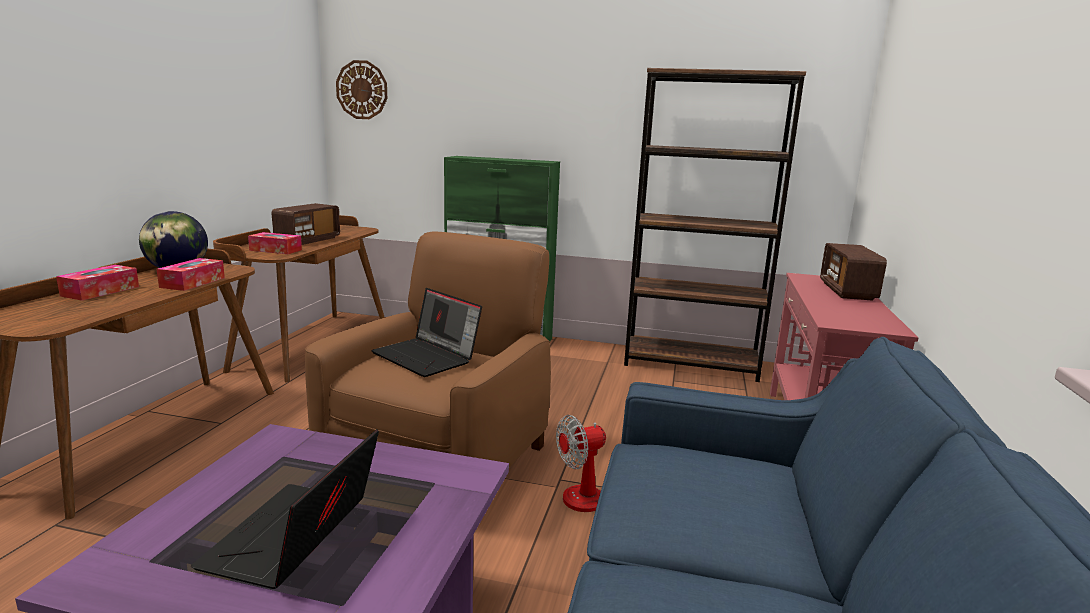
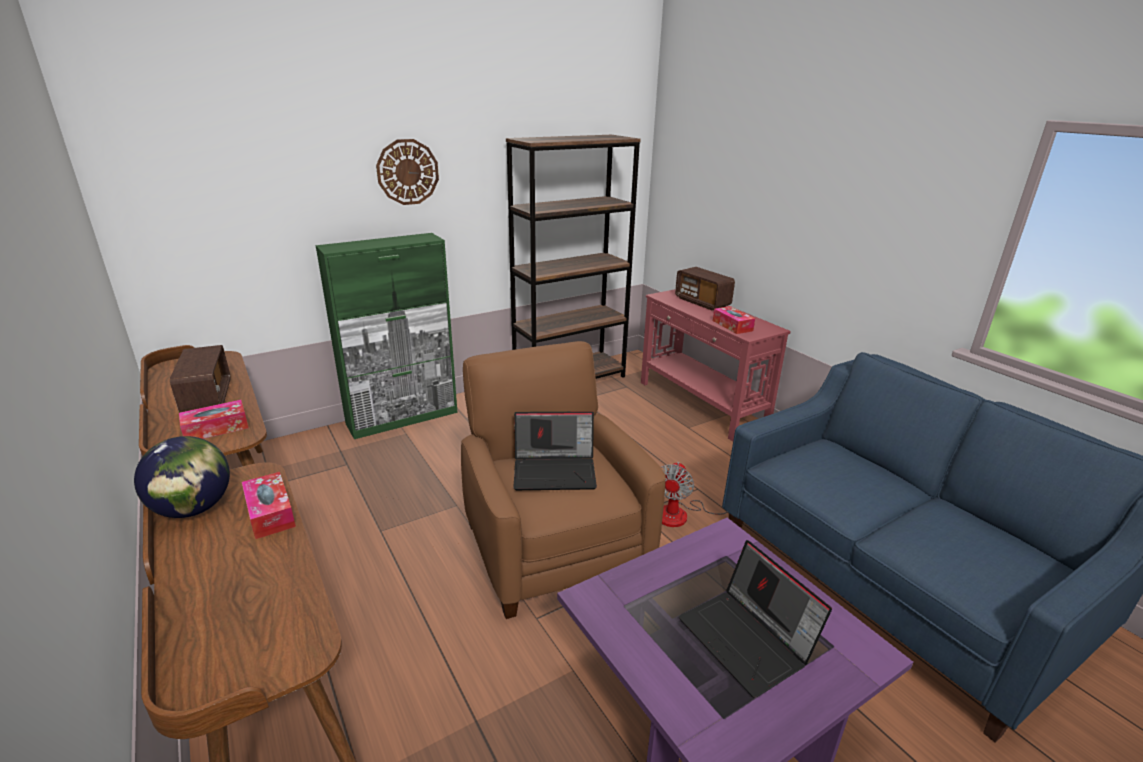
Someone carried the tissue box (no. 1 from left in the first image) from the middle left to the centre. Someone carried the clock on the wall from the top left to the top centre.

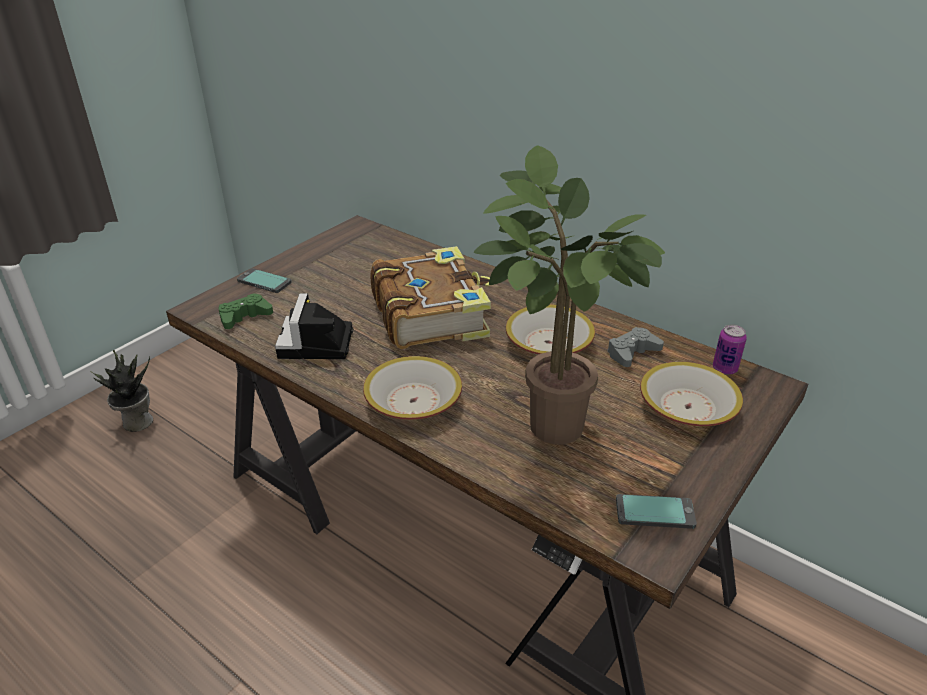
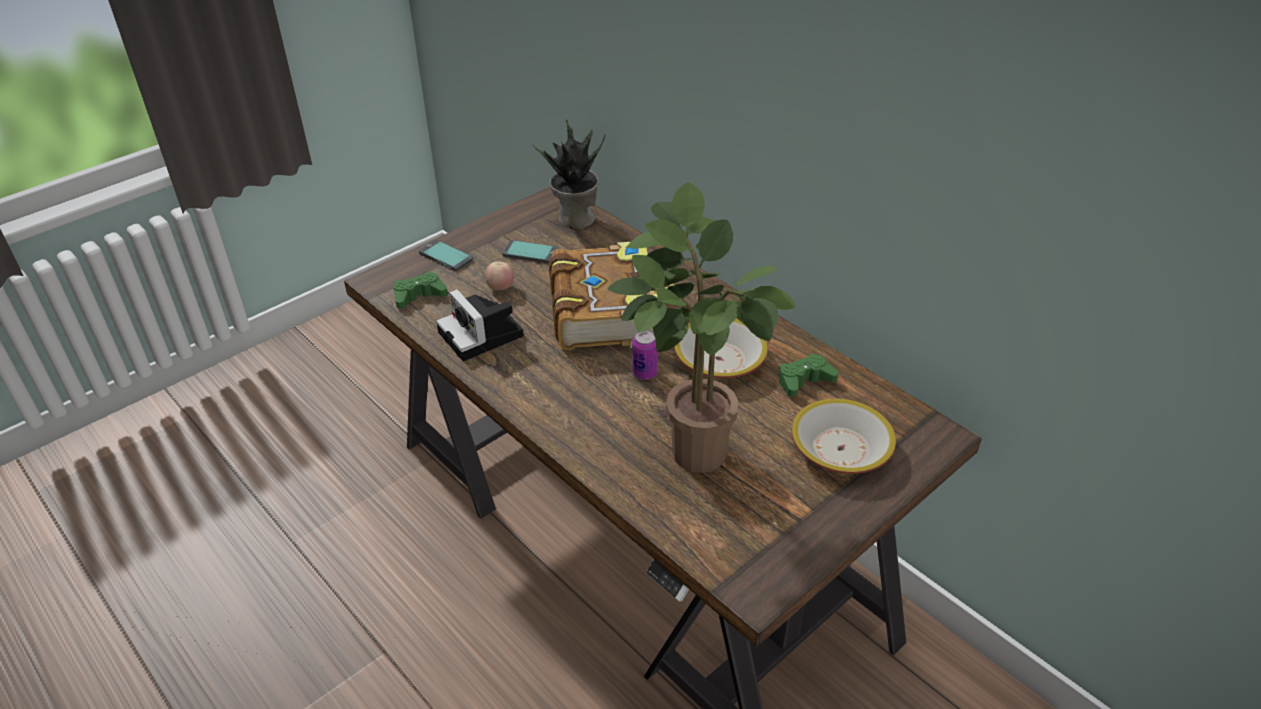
Someone took away the bowl (no. 1 from left) at the centre. Someone put down the apple at the centre. Someone carried the houseplant (no. 1 from left) from the middle left to the top centre. Someone carried the handset (no. 2 from left) from the bottom right to the centre. Someone carried the can from the middle right to the centre. Someone repainted the gray game controller at the middle right, which became the greenish game controller (no. 2 from left) at the centre. Someone rotated the still camera at the centre by 45 degrees counterclockwise.

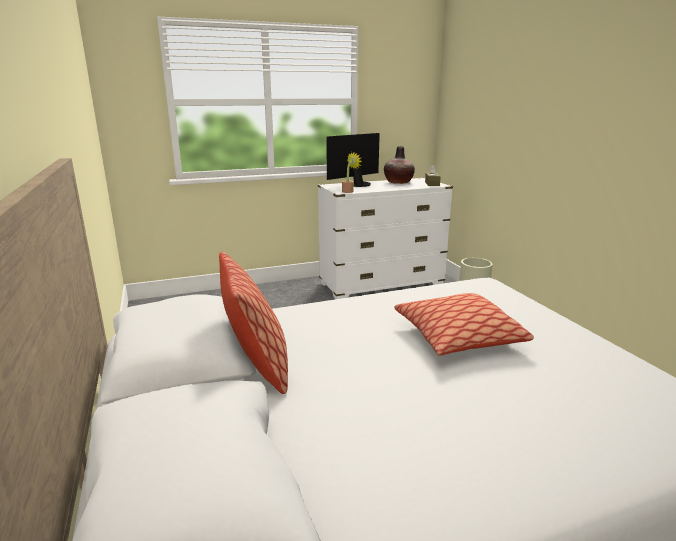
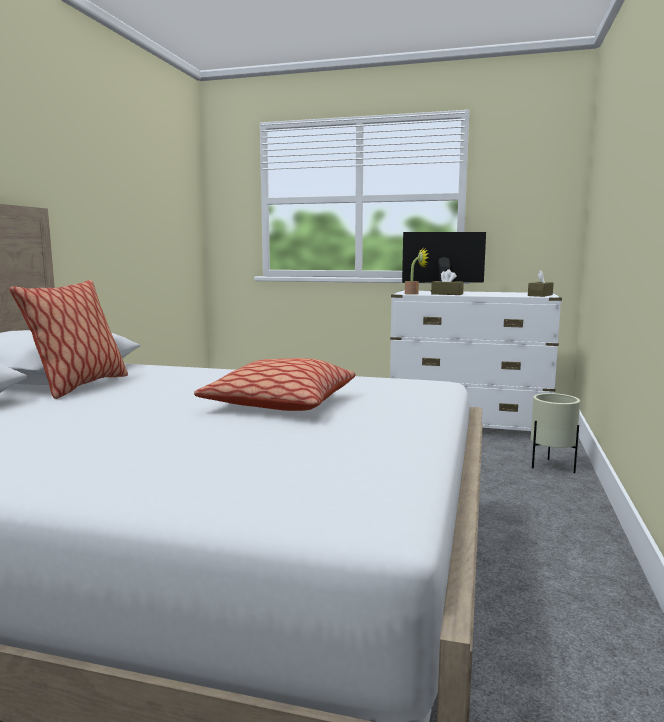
Someone took away the flower vase at the top centre. Someone put down the brown tissue box (no. 1 from left) at the middle right.

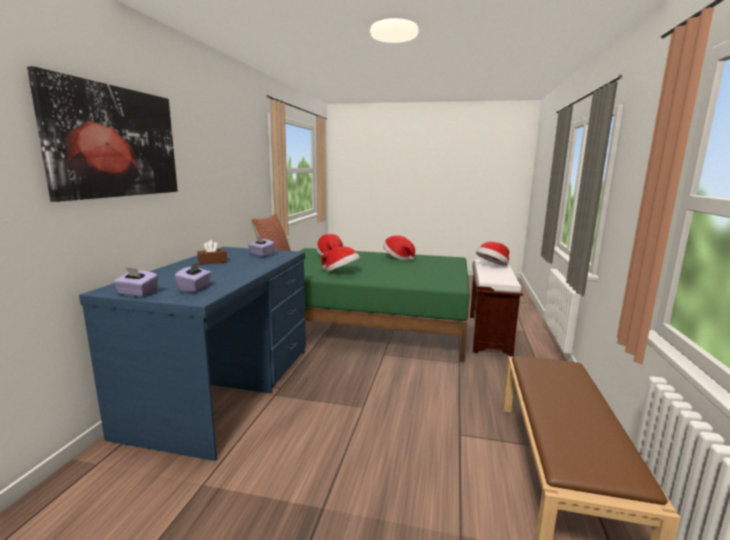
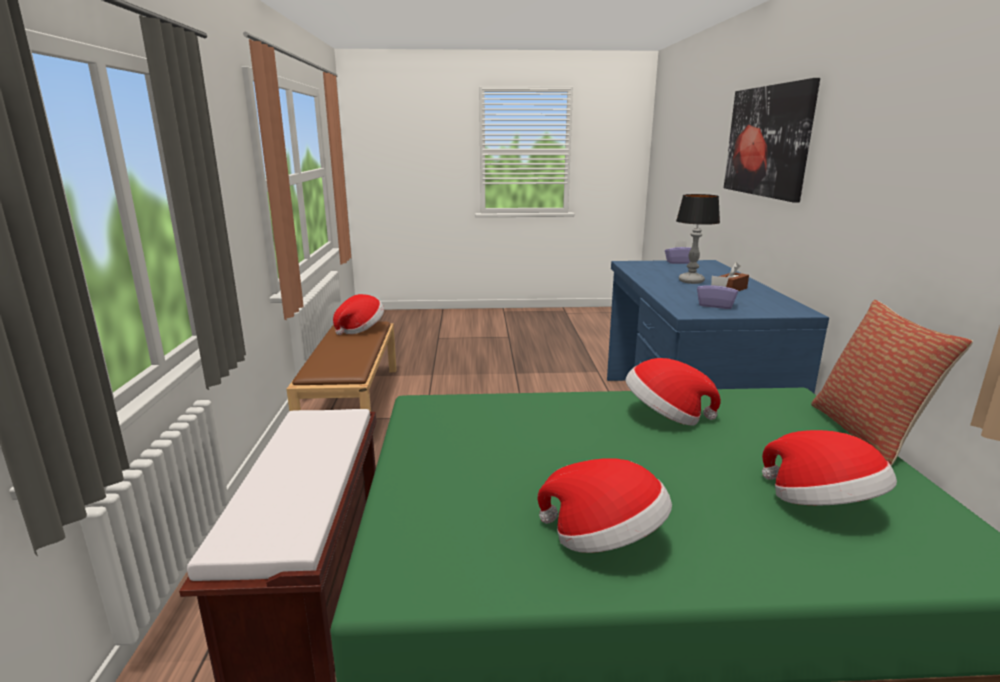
Someone took away the purple tissue box (no. 2 from left) at the middle left. Someone put down the lamp for a table at the middle right. Someone carried the wearable hat (no. 4 from left in the first image) from the middle right to the centre.

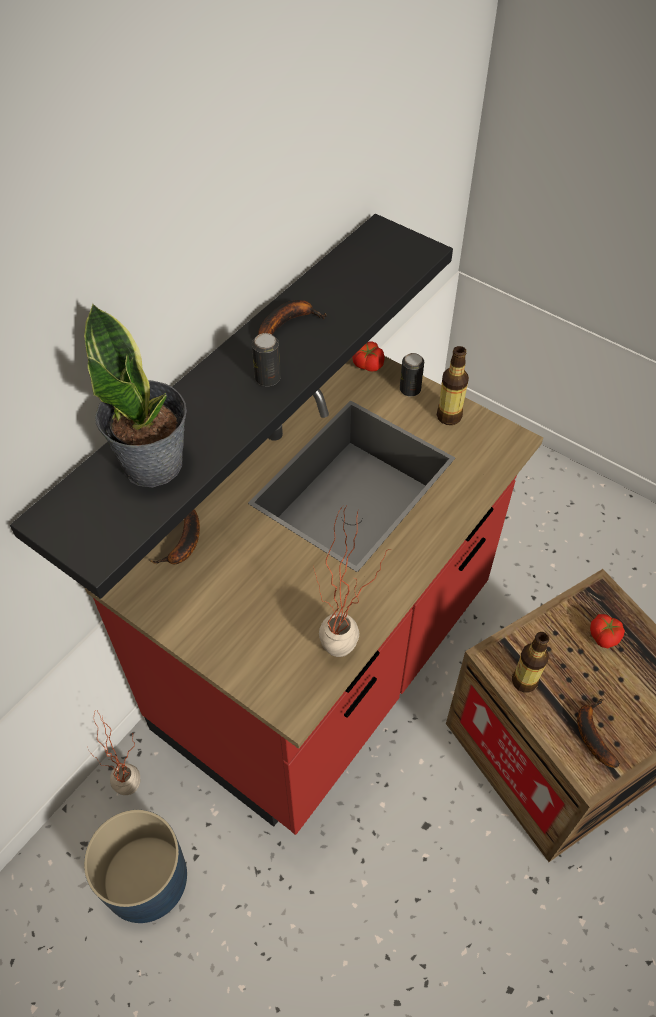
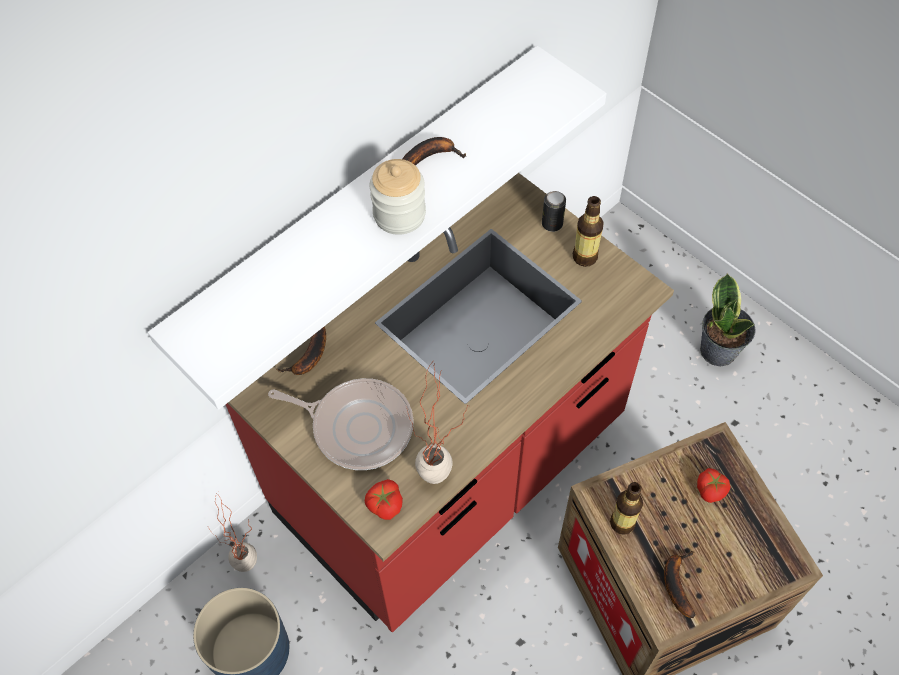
Someone put down the skillet at the centre. Someone carried the houseplant (no. 2 from left in the first image) from the middle left to the middle right. Someone carried the fresh tomato (no. 1 from left) from the centre to the bottom centre. Someone swapped the can (no. 1 from left) at the centre for the storage jar at the top centre. Someone repainted the black shelf at the centre, which became the whitish shelf at the centre.

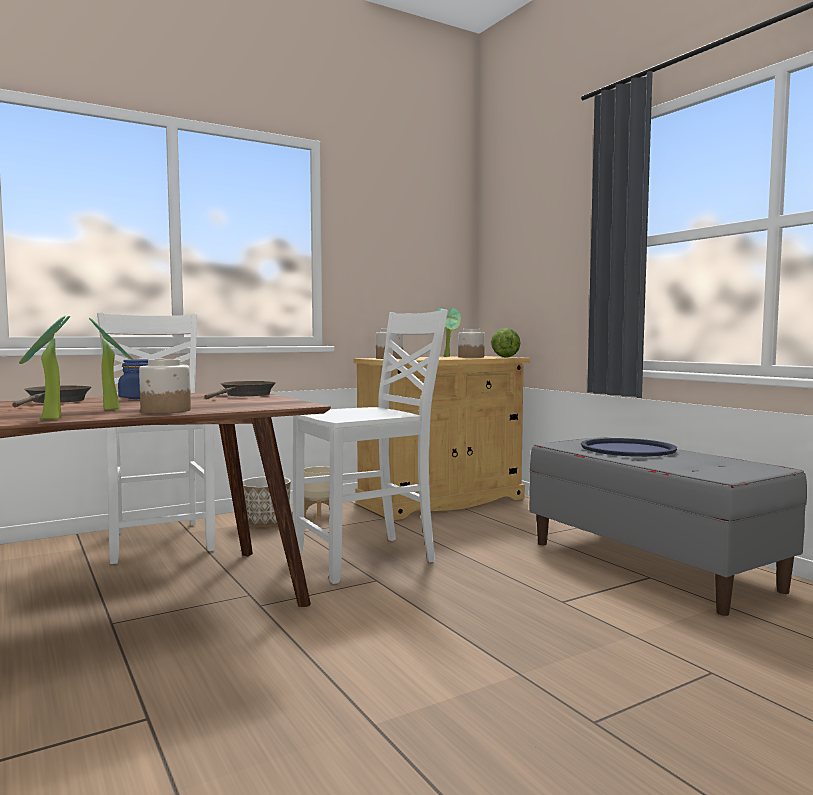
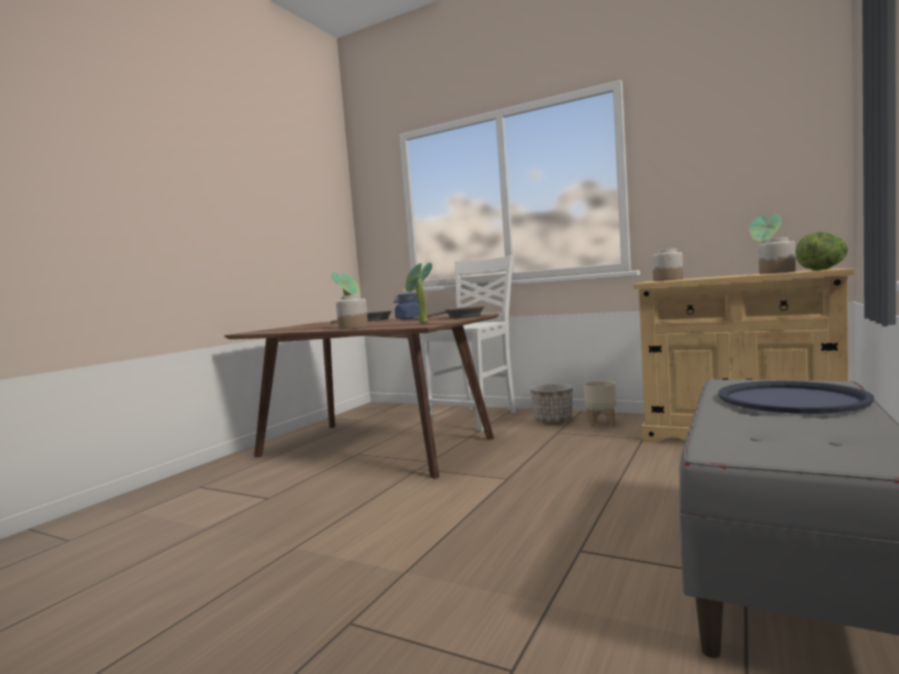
Someone took away the whitish plain chair (no. 2 from left) at the centre. Someone carried the houseplant (no. 1 from left in the first image) from the middle left to the centre.

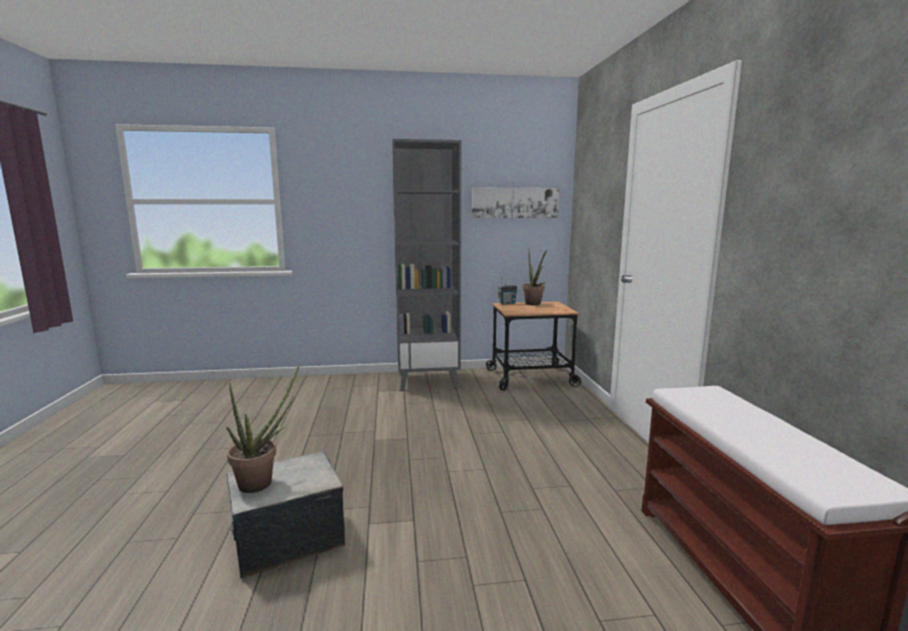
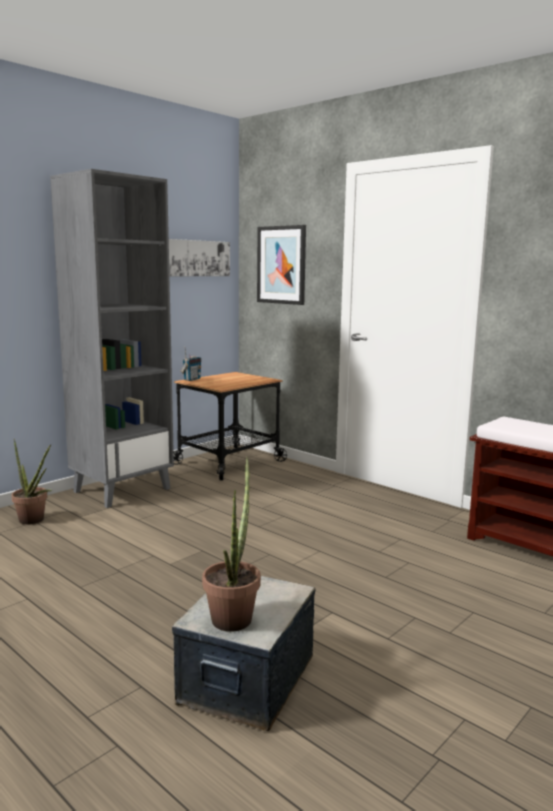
Someone put up the picture (no. 2 from left) at the top centre. Someone carried the houseplant (no. 2 from left in the first image) from the centre to the middle left.

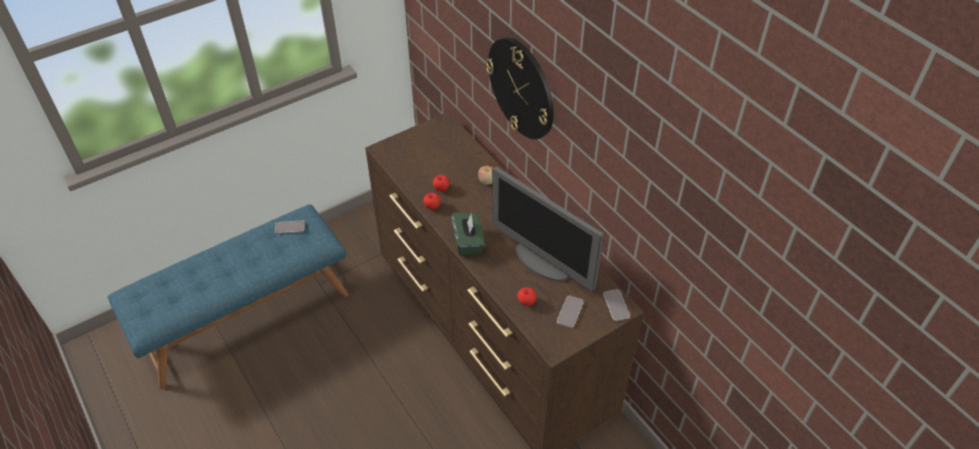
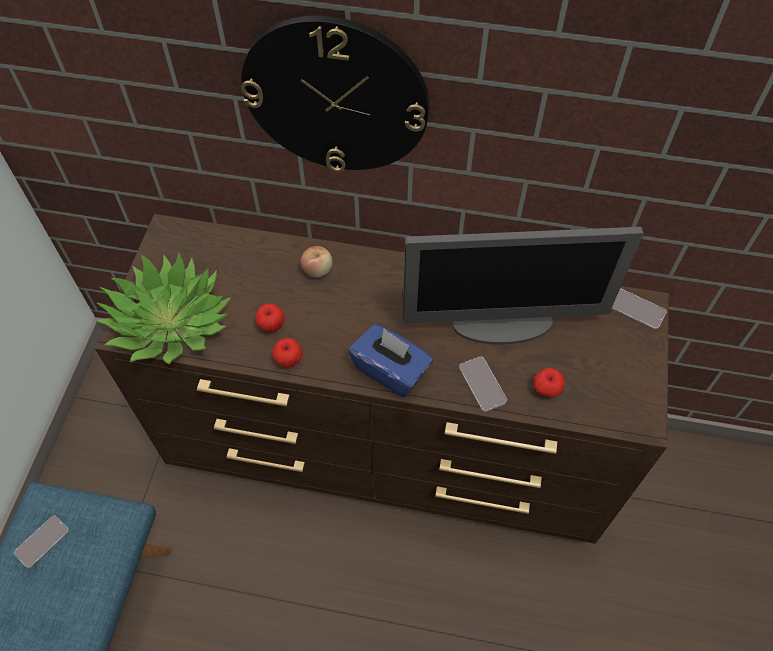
Someone put down the houseplant at the middle left. Someone carried the handset (no. 2 from left) from the bottom centre to the centre. Someone repainted the greenish tissue box at the centre, which became the blue tissue box at the centre.

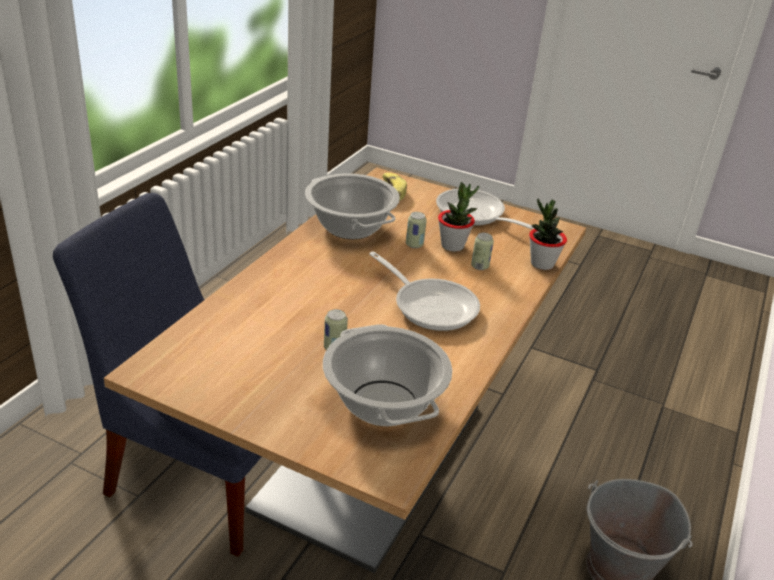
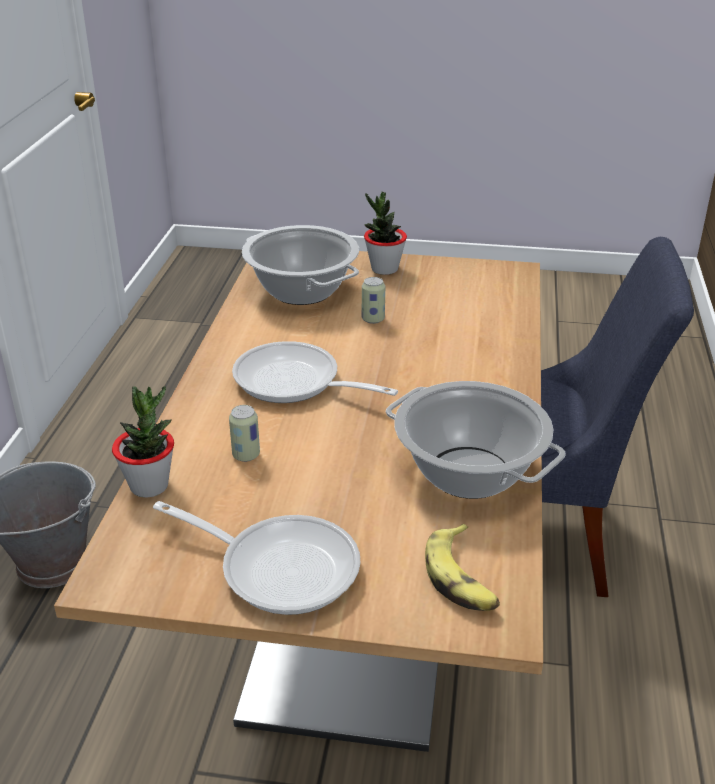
Someone took away the can (no. 2 from left) at the centre. Someone carried the houseplant (no. 1 from left in the first image) from the centre to the top centre.

